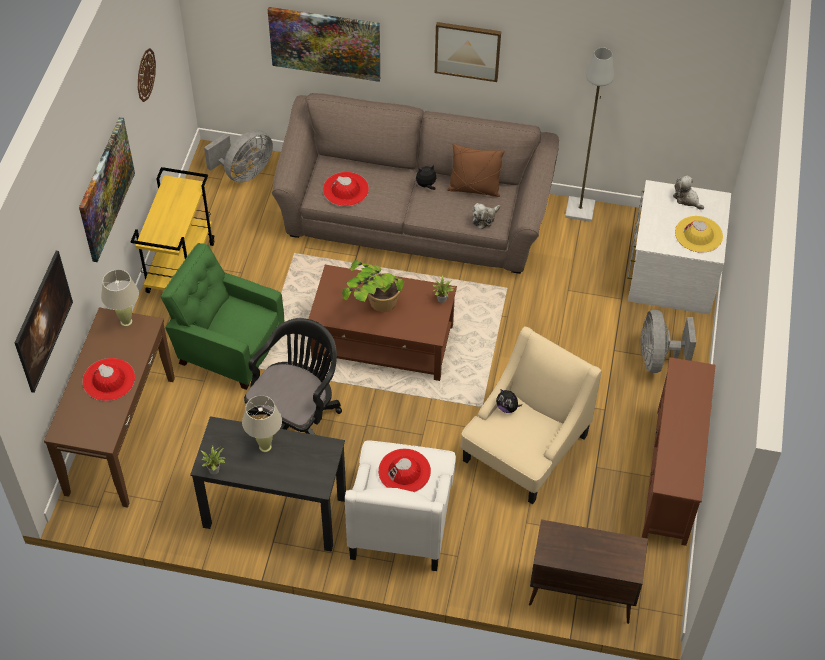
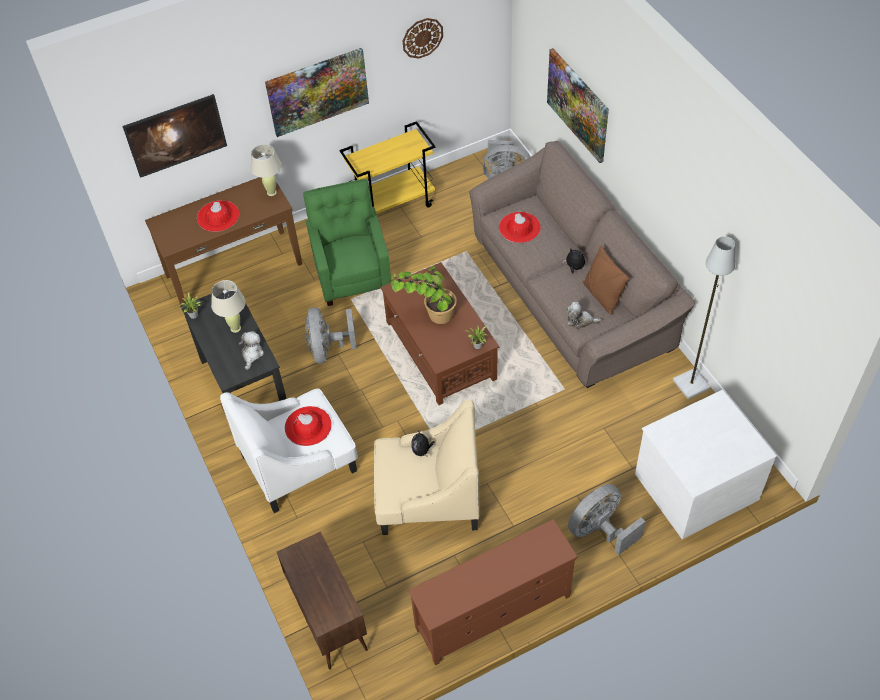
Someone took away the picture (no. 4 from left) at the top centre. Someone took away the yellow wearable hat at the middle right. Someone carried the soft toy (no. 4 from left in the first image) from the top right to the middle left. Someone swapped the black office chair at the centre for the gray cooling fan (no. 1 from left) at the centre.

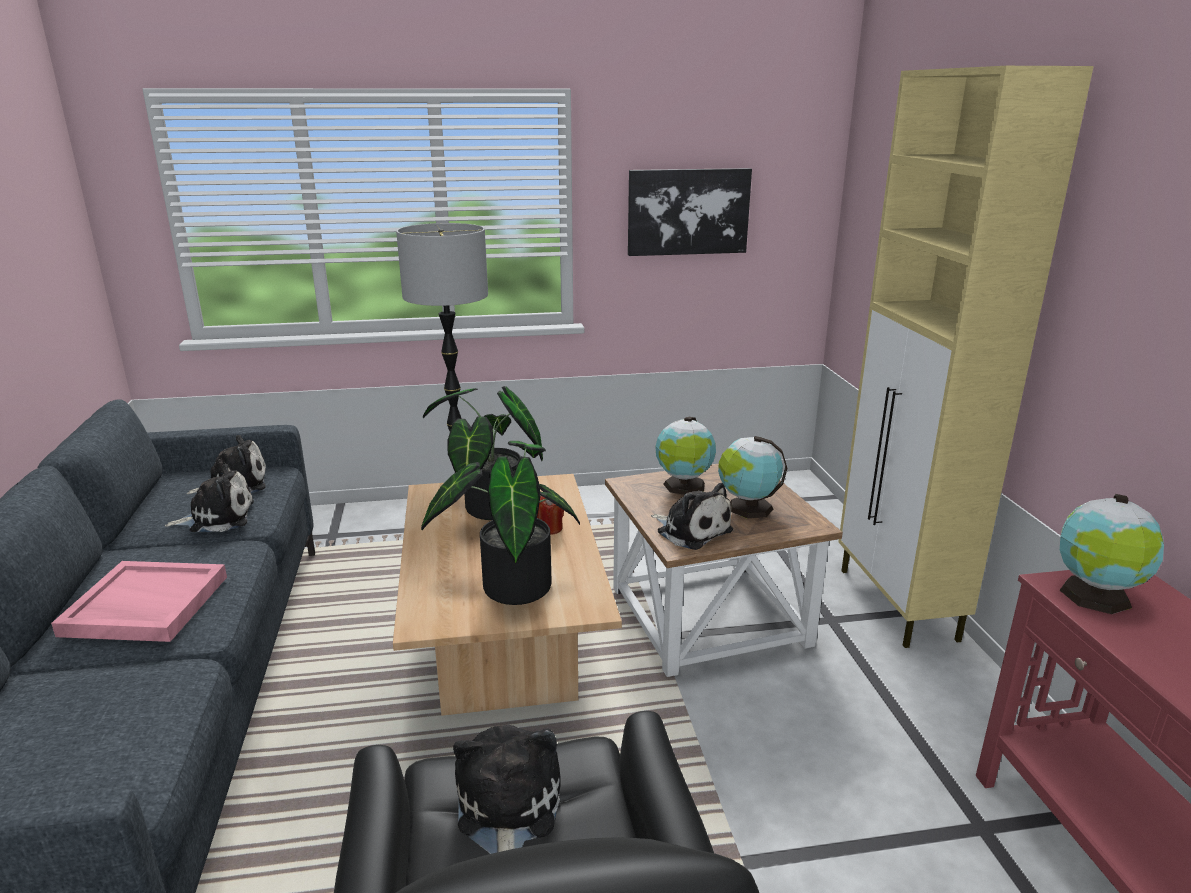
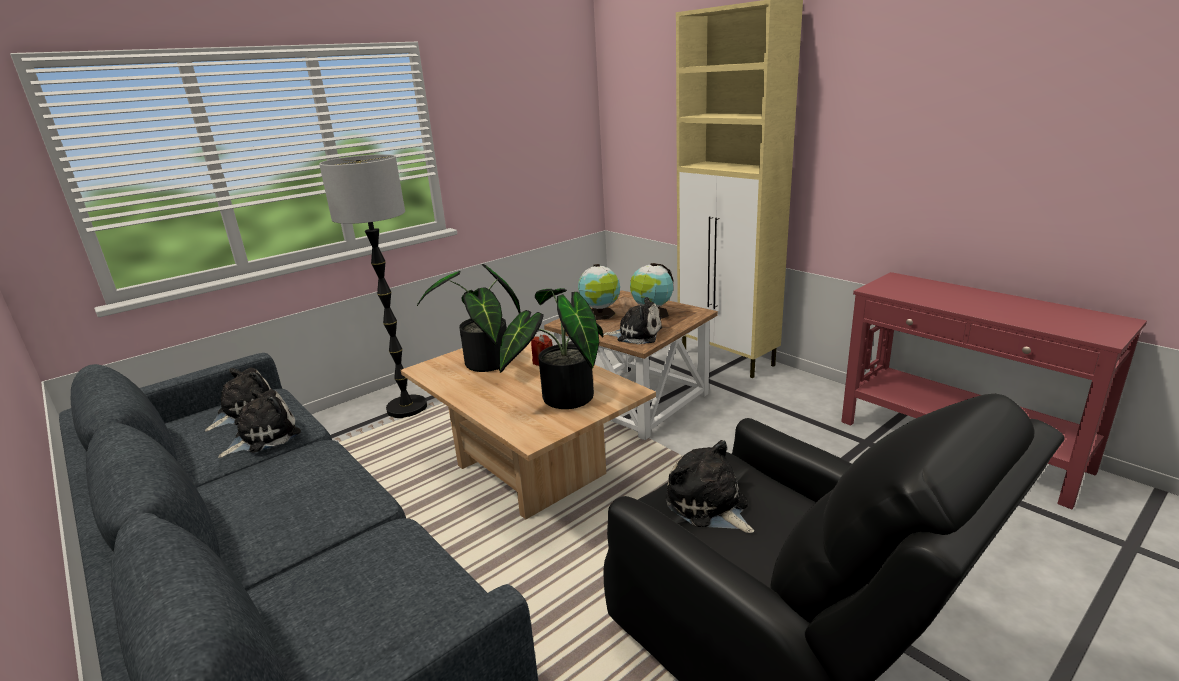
Someone took away the pink-coloured serving tray at the bottom left. Someone took away the picture at the top centre. Someone took away the world globe (no. 3 from left) at the middle right.

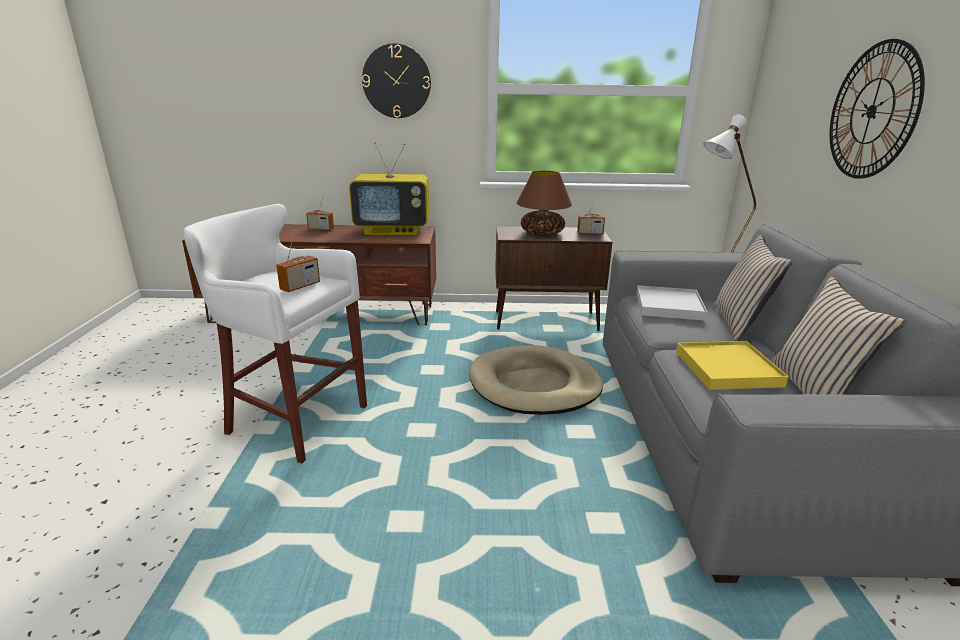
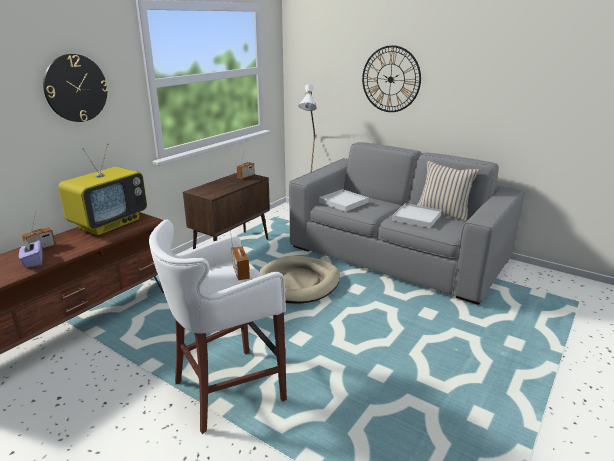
Someone took away the brown lamp for a table at the top centre. Someone took away the beige-coloured pillow (no. 1 from left) at the middle right. Someone put down the purple tissue box at the middle left. Someone repainted the yellow serving tray at the middle right, which became the whitish serving tray (no. 2 from left) at the middle right.

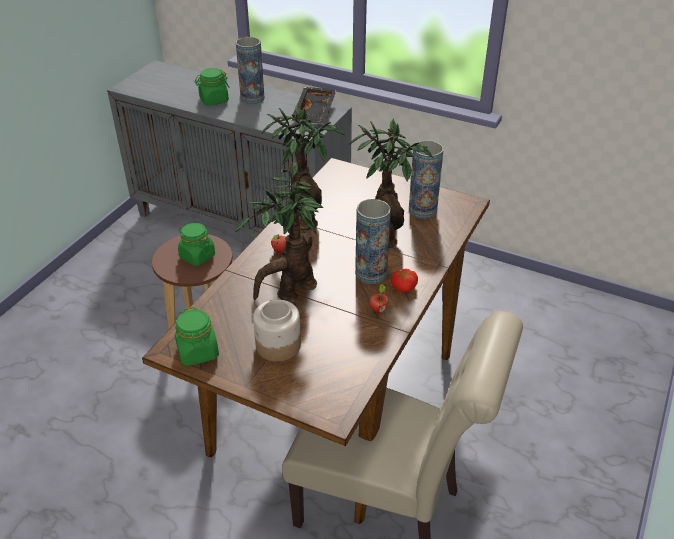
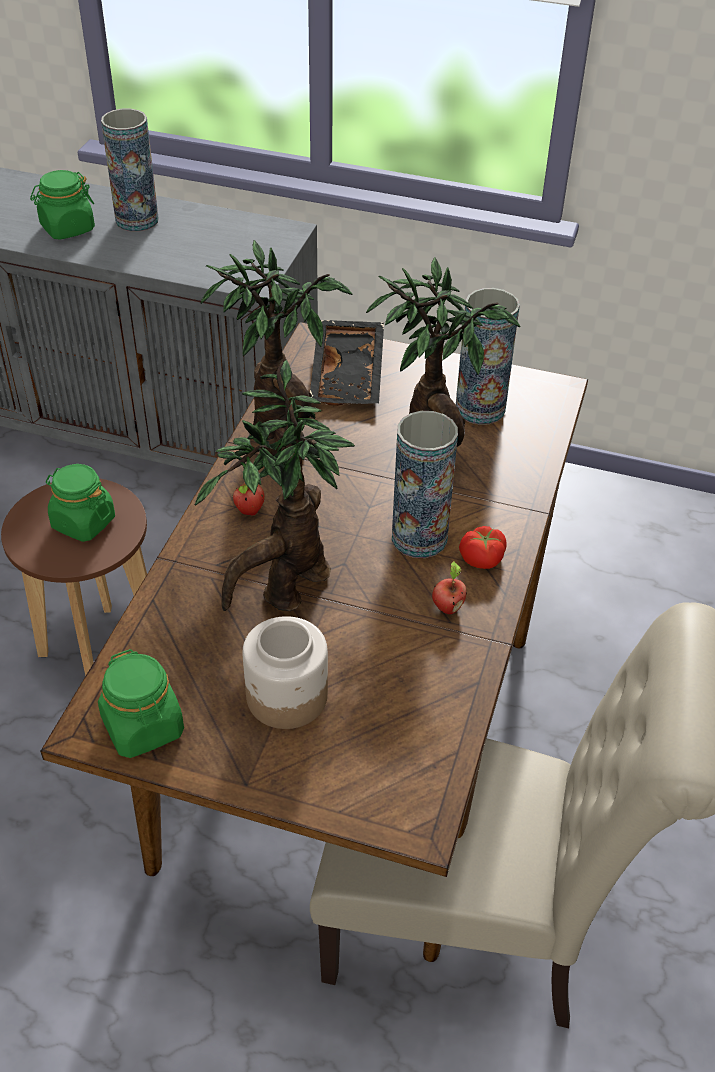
Someone carried the black serving tray from the top centre to the centre.

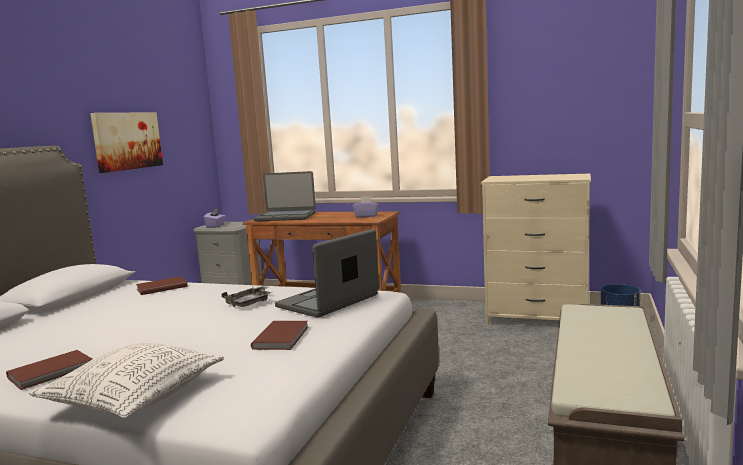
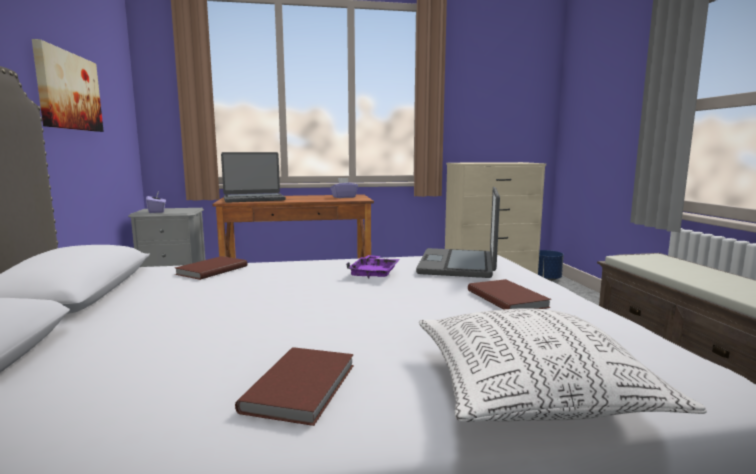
Someone repainted the gray serving tray at the middle left, which became the purple serving tray at the centre.

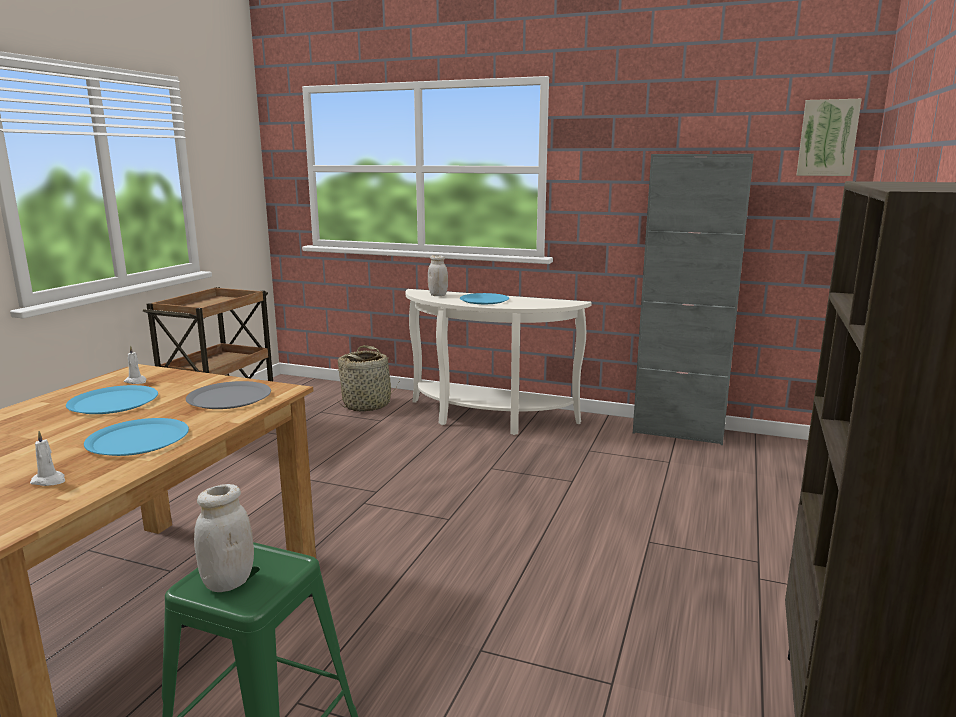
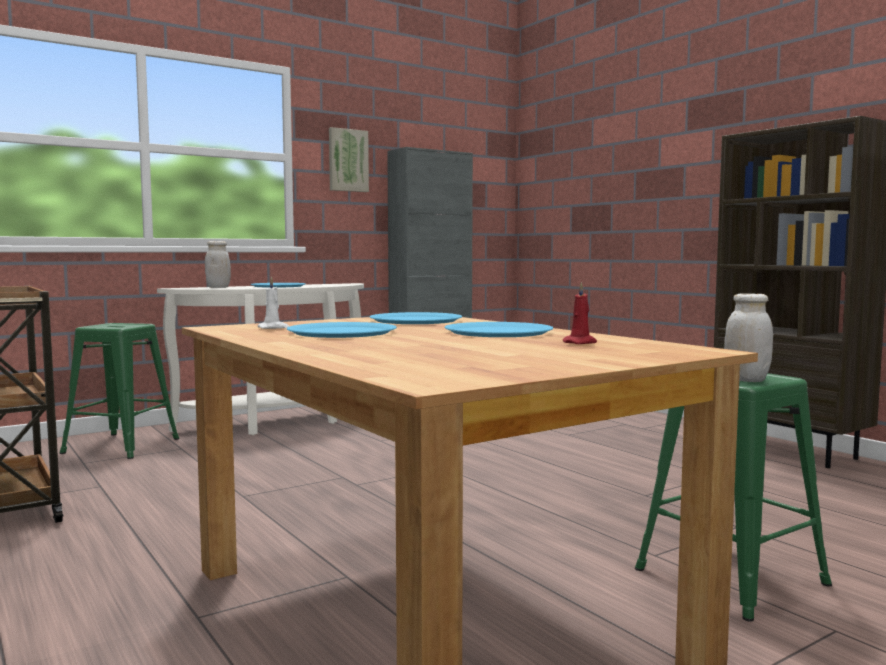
Someone carried the picture from the top right to the top centre. Someone swapped the storage basket at the centre for the greenish stool seat (no. 1 from left) at the middle left. Someone repainted the whitish candle (no. 1 from left) at the middle left, which became the red-coloured candle at the centre. Someone repainted the gray plate at the middle left, which became the blue plate (no. 3 from left) at the centre.

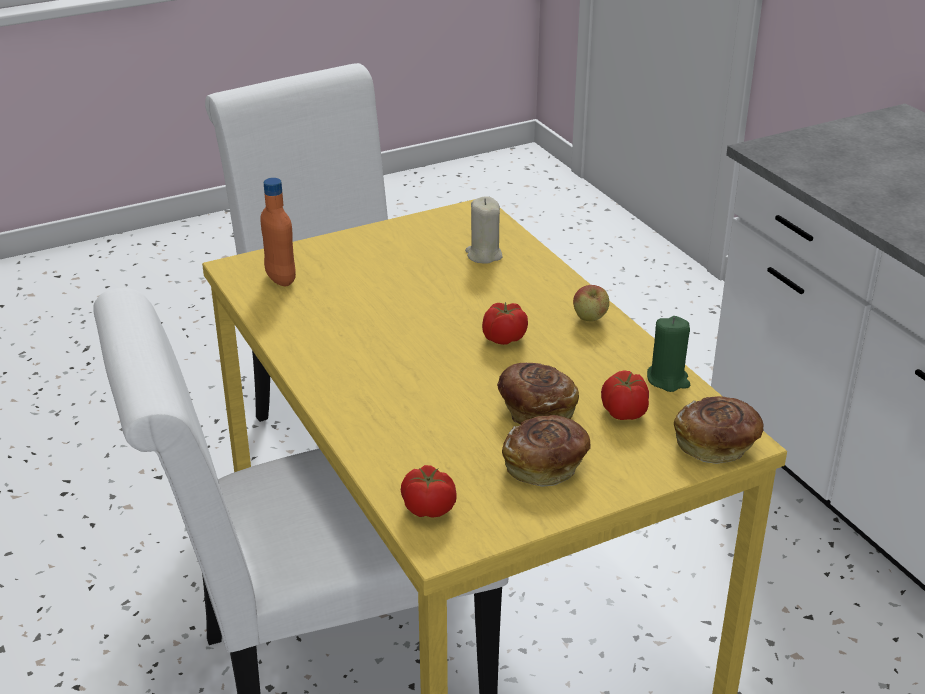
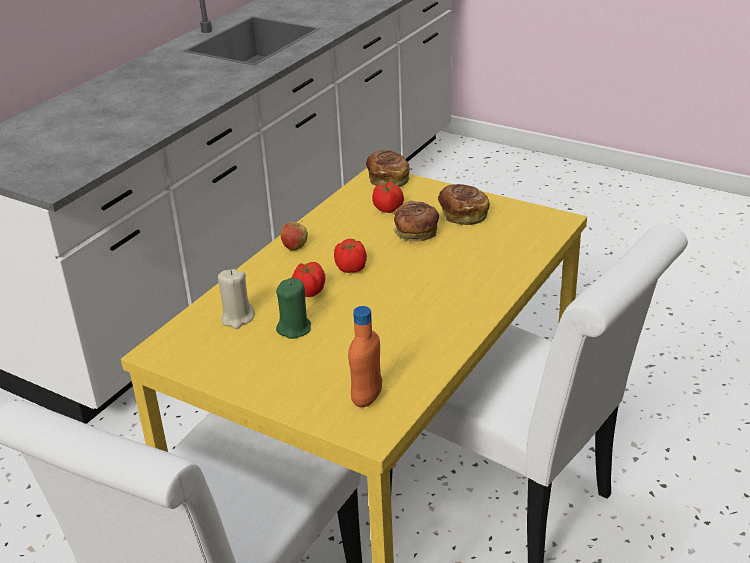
Someone carried the fresh tomato (no. 1 from left) from the bottom centre to the centre. Someone carried the greenish candle from the middle right to the centre.

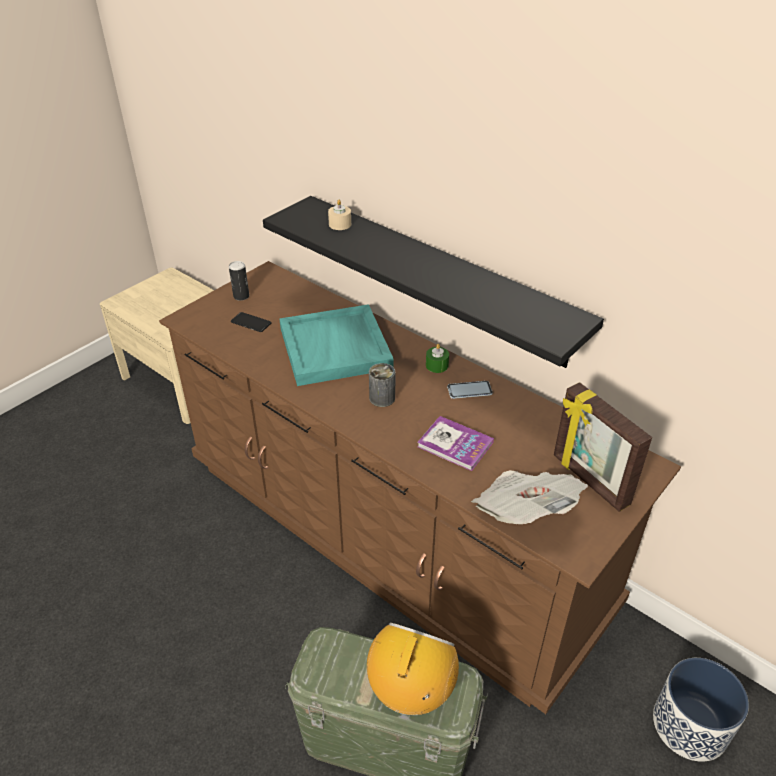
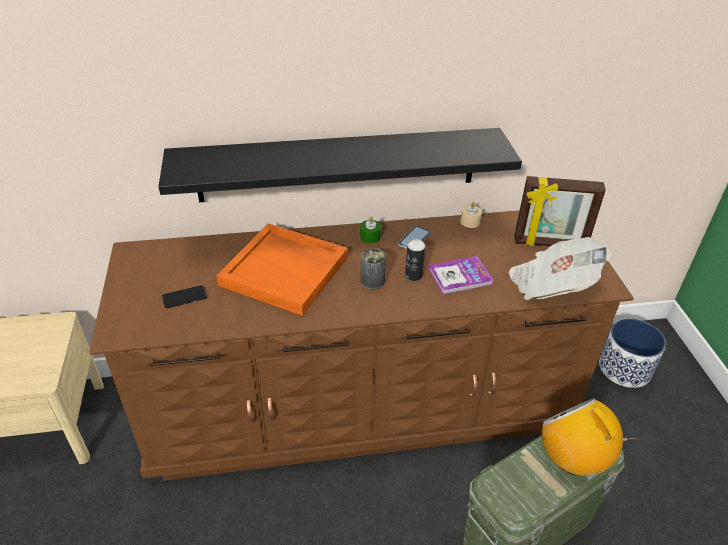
Someone carried the can (no. 1 from left in the first image) from the middle left to the centre. Someone carried the beige-coloured candle from the top centre to the centre. Someone repainted the turquoise-coloured serving tray at the centre, which became the orange serving tray at the centre.

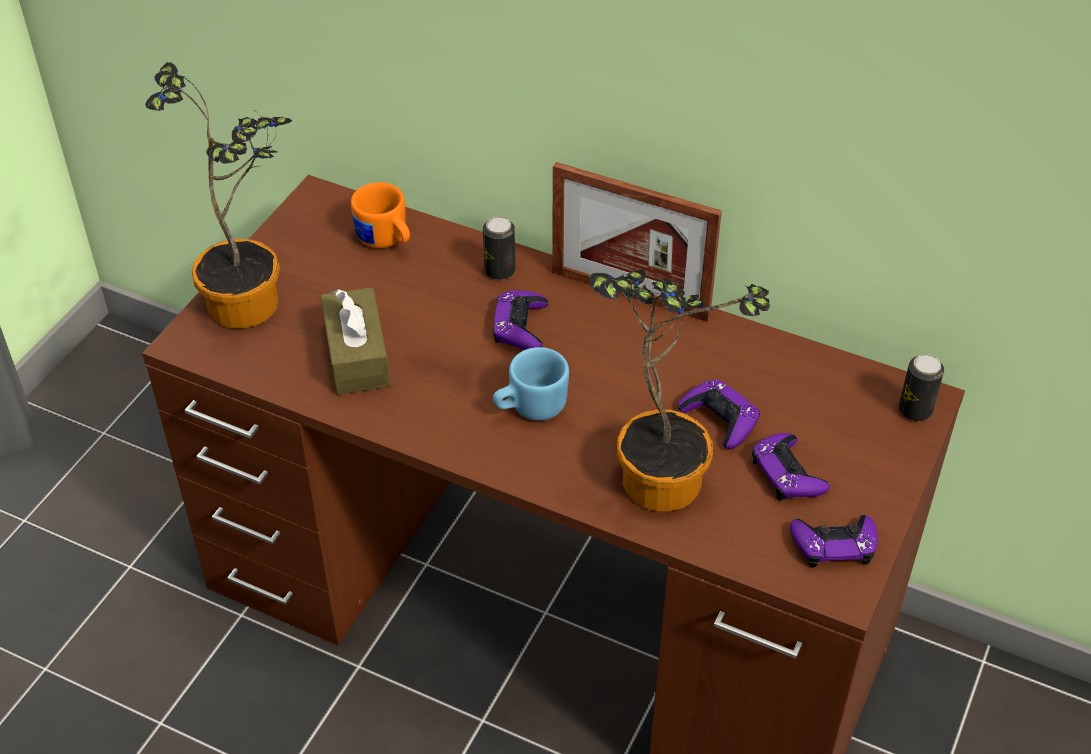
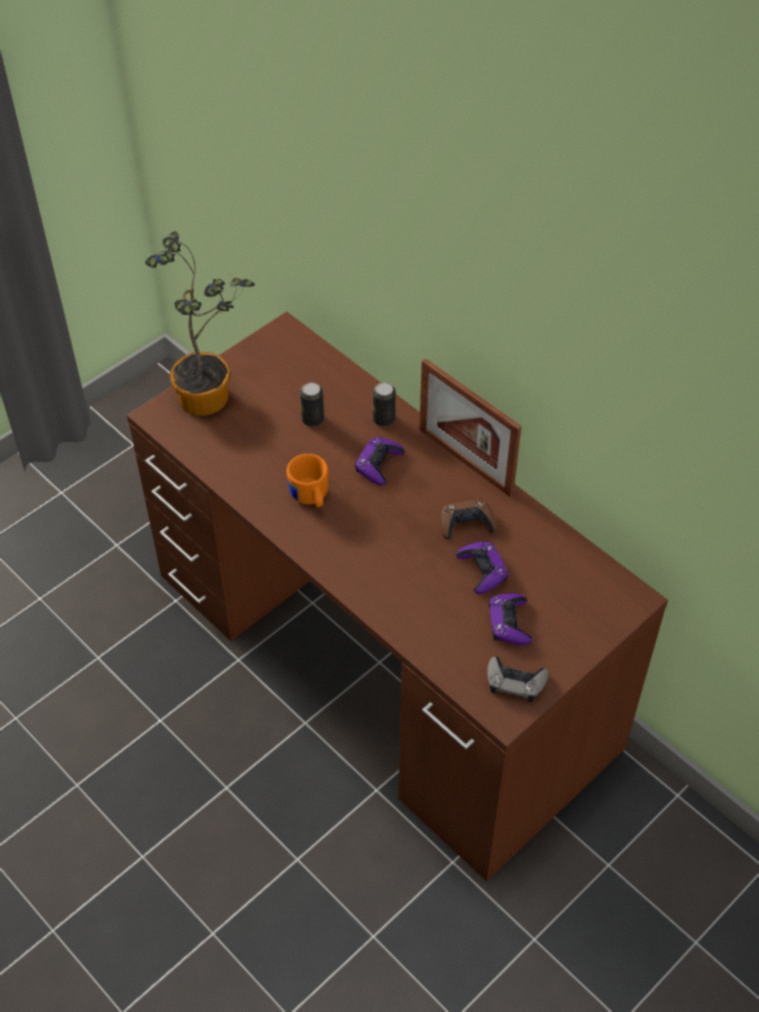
Someone took away the brown tissue box at the middle left. Someone took away the blue mug at the centre. Someone took away the houseplant (no. 2 from left) at the centre. Someone put down the brown game controller at the centre. Someone carried the orange mug from the top centre to the centre. Someone carried the can (no. 2 from left in the first image) from the middle right to the centre. Someone repainted the purple game controller (no. 4 from left) at the bottom right, which became the gray game controller at the bottom right.

